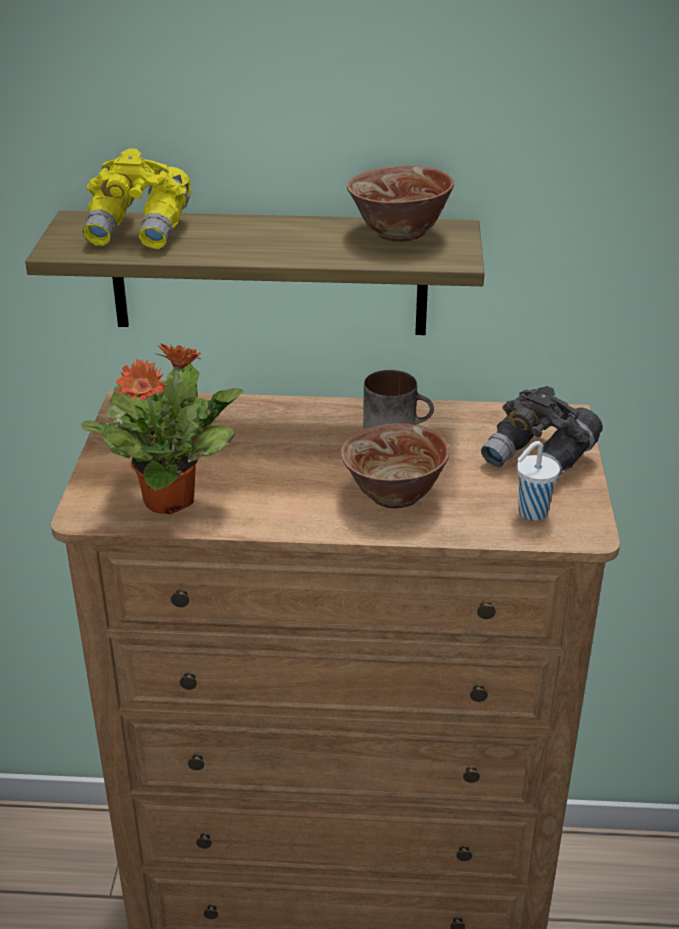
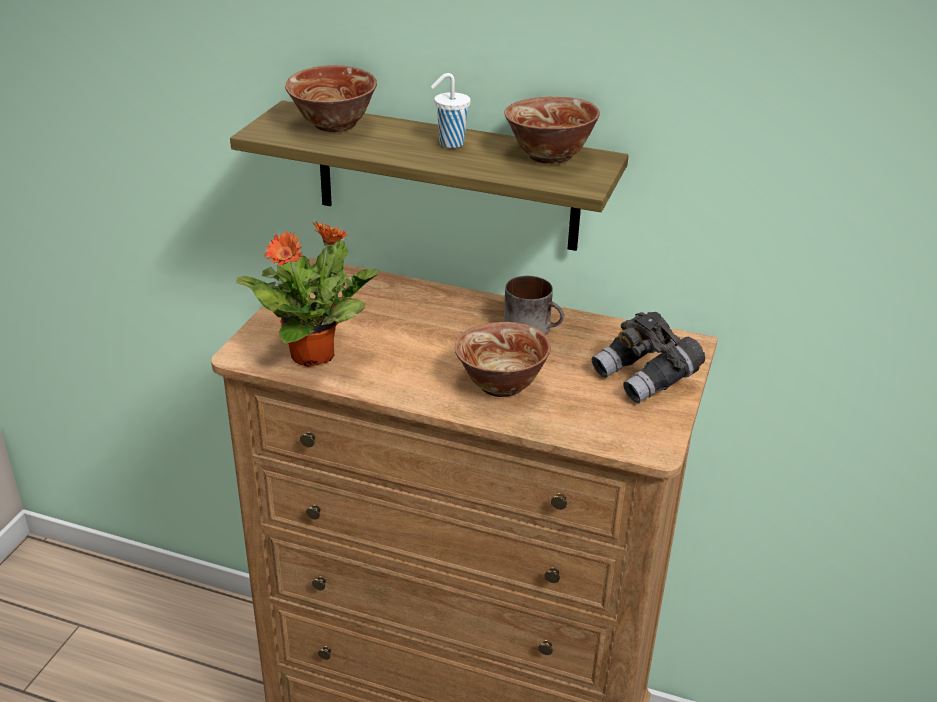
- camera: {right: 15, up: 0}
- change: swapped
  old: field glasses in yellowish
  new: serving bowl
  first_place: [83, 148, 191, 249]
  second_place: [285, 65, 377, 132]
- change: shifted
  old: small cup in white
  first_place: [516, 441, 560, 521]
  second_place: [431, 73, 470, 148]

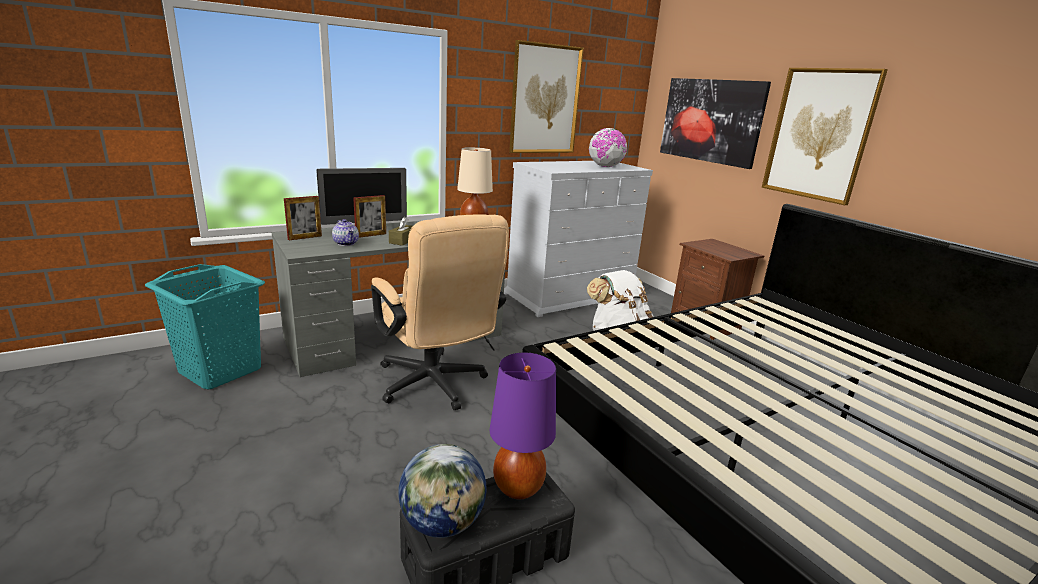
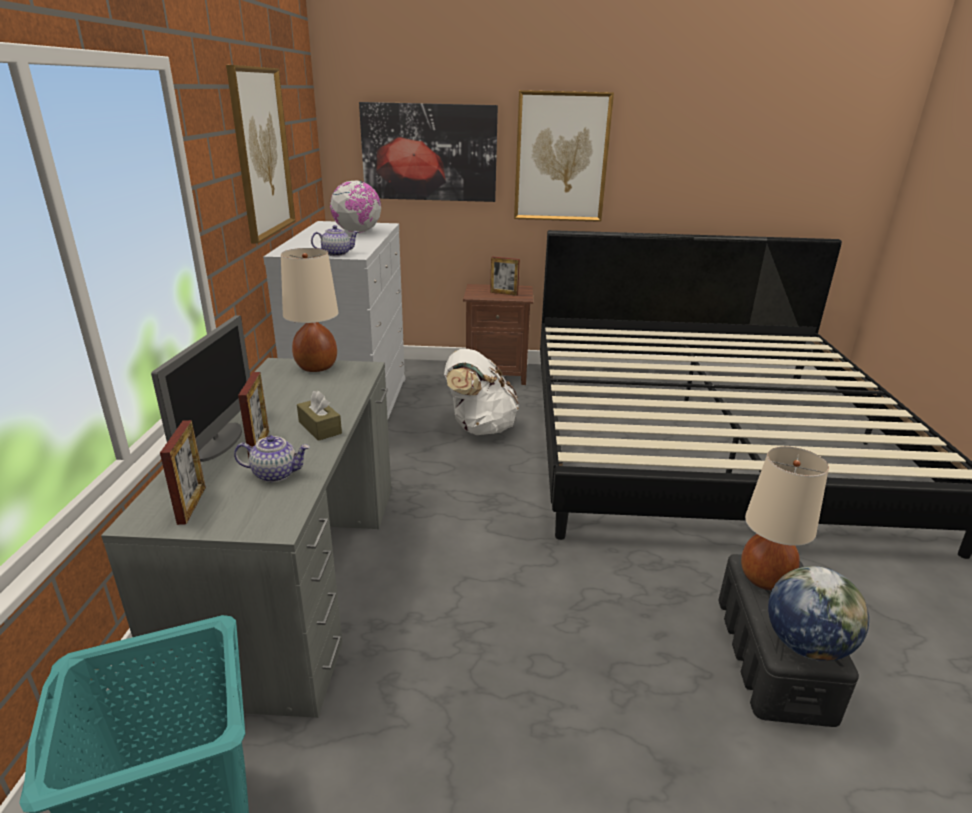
- camera: {right: -55, up: 5}
- change: gone
  old: office chair in beige-coloured
  first_place: [371, 214, 509, 410]
- change: repainted
  old: lamp for a table in purplish
  new: lamp for a table in beige-coloured
  first_place: [490, 352, 556, 499]
  second_place: [741, 446, 829, 590]
- change: new
  new: pot for tea
  second_place: [311, 225, 359, 256]
- change: new
  new: photo frame
  second_place: [490, 256, 520, 296]

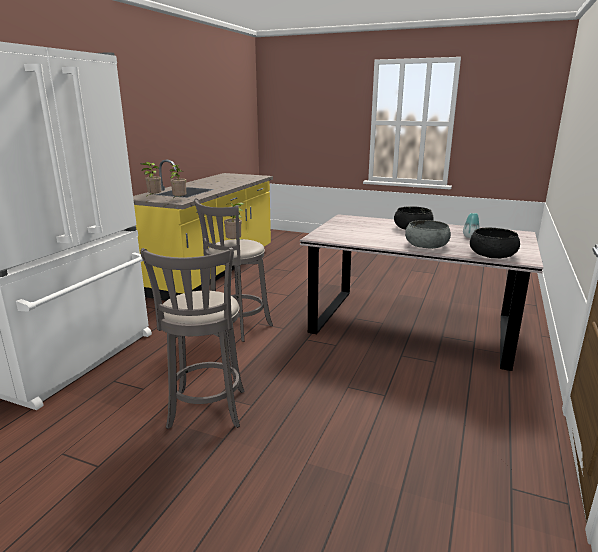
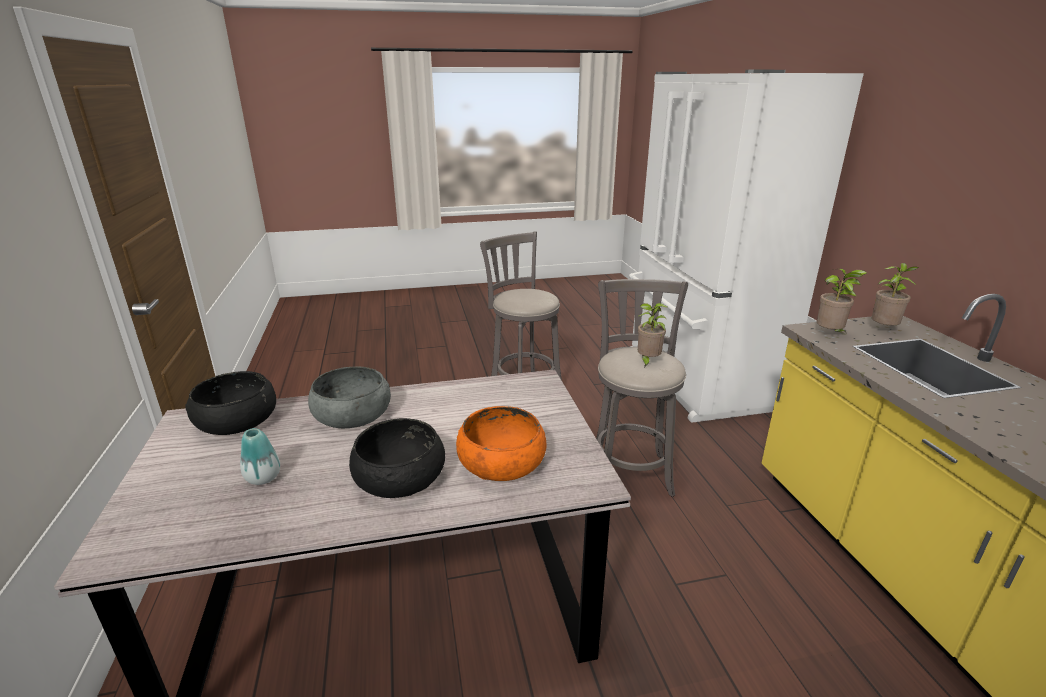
- camera: {right: 145, up: 5}
- change: new
  new: serving bowl in orangey
  second_place: [456, 406, 547, 481]

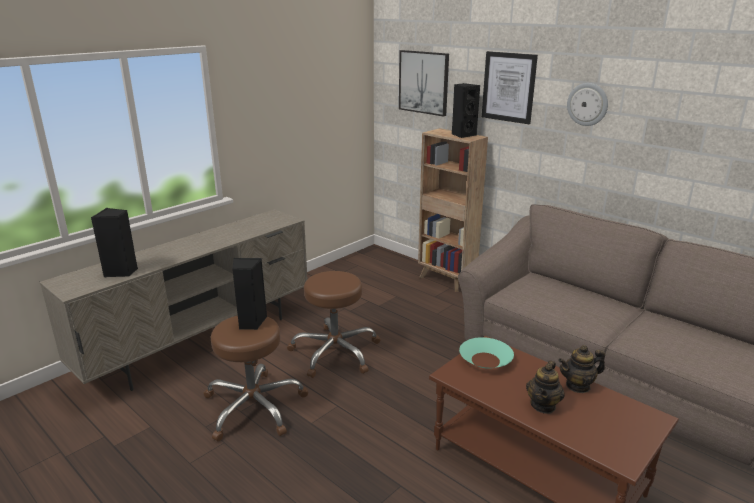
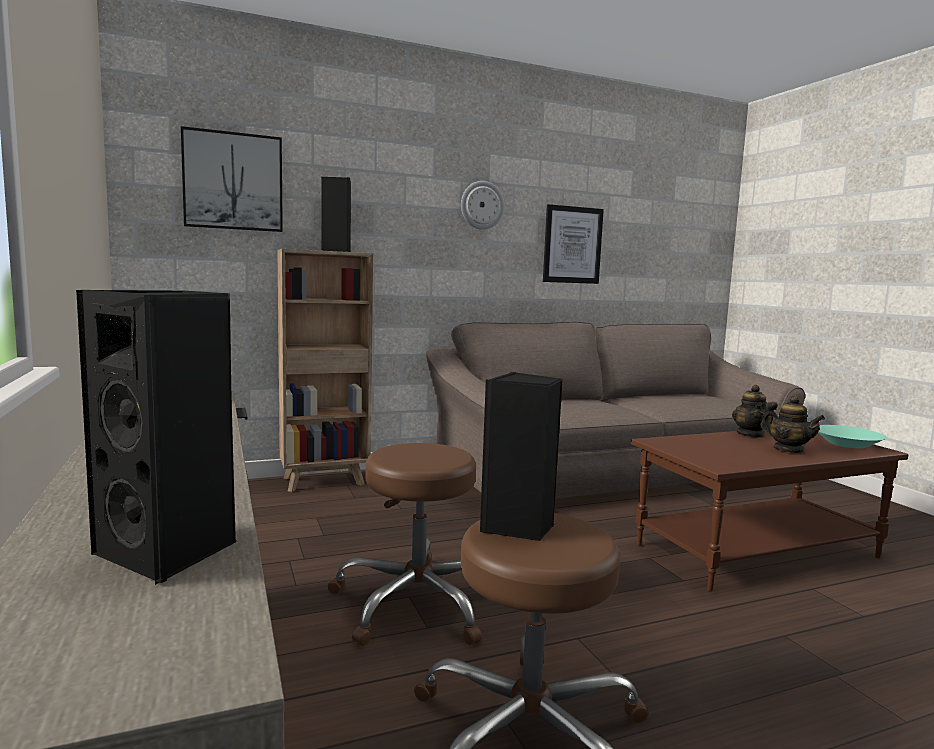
- camera: {right: -65, up: -15}
- change: shifted
  old: serving bowl in blue-green
  first_place: [459, 337, 514, 369]
  second_place: [818, 425, 887, 448]
- change: shifted
  old: wall art
  first_place: [482, 51, 538, 124]
  second_place: [543, 204, 604, 284]

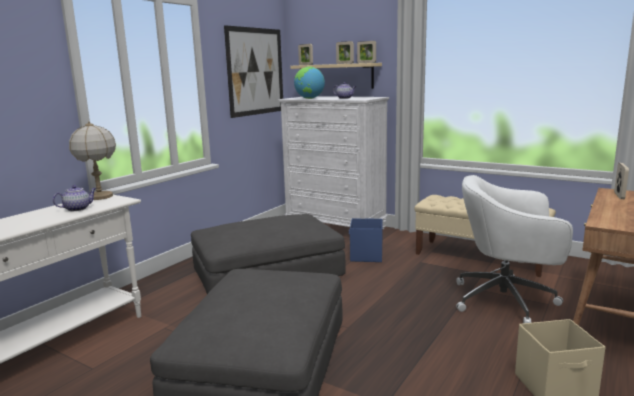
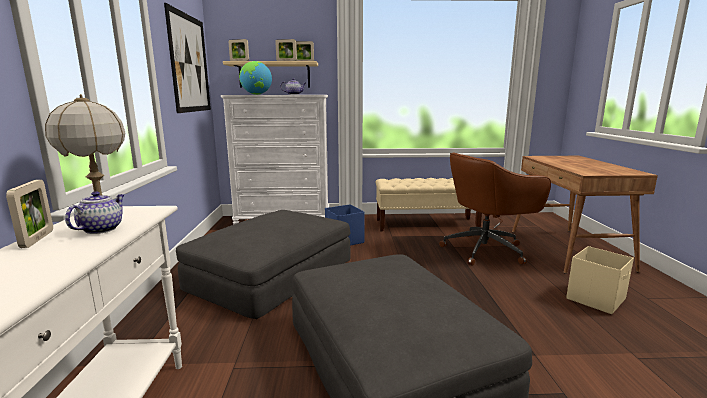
- camera: {right: -35, up: 0}
- change: repainted
  old: office chair in white
  new: office chair in brown-coloured
  first_place: [456, 175, 573, 323]
  second_place: [439, 153, 551, 266]
- change: shifted
  old: photo frame
  first_place: [614, 163, 629, 199]
  second_place: [6, 180, 53, 248]

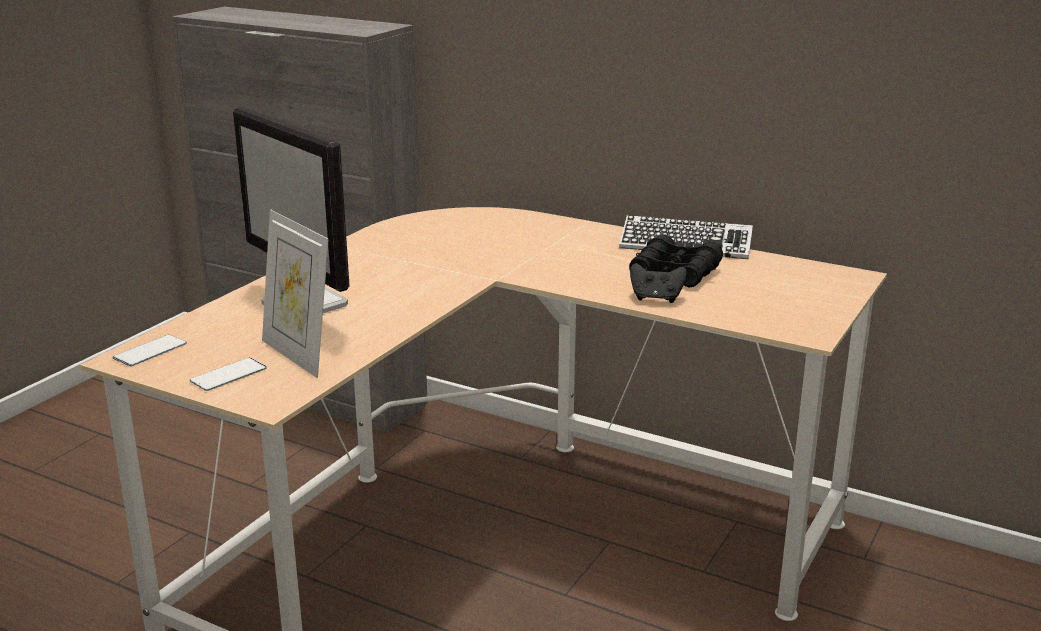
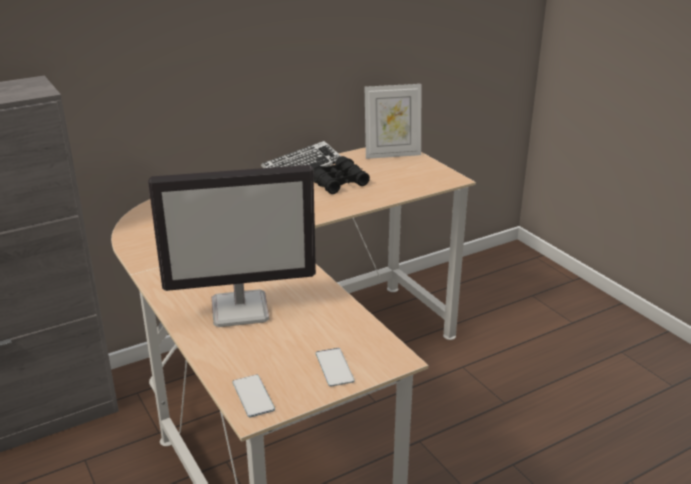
- camera: {right: -60, up: 5}
- change: shifted
  old: photo frame
  first_place: [262, 210, 329, 378]
  second_place: [365, 84, 421, 159]
- change: gone
  old: game controller in blackish
  first_place: [630, 263, 687, 303]

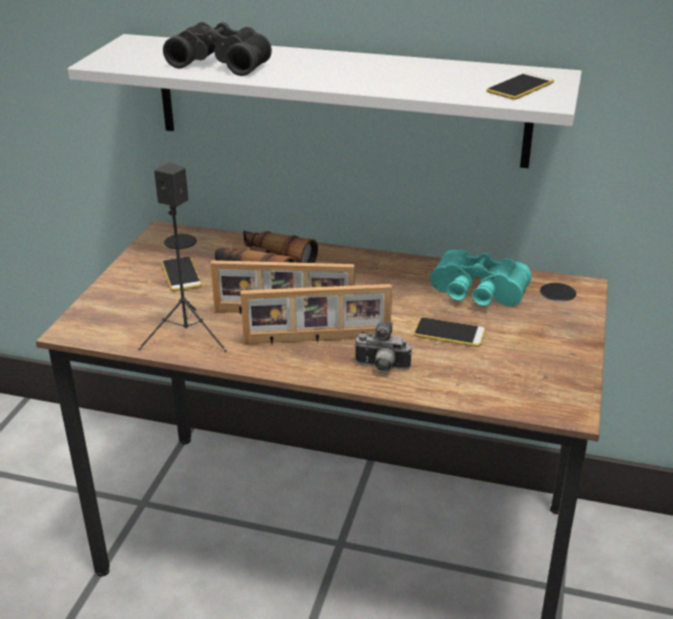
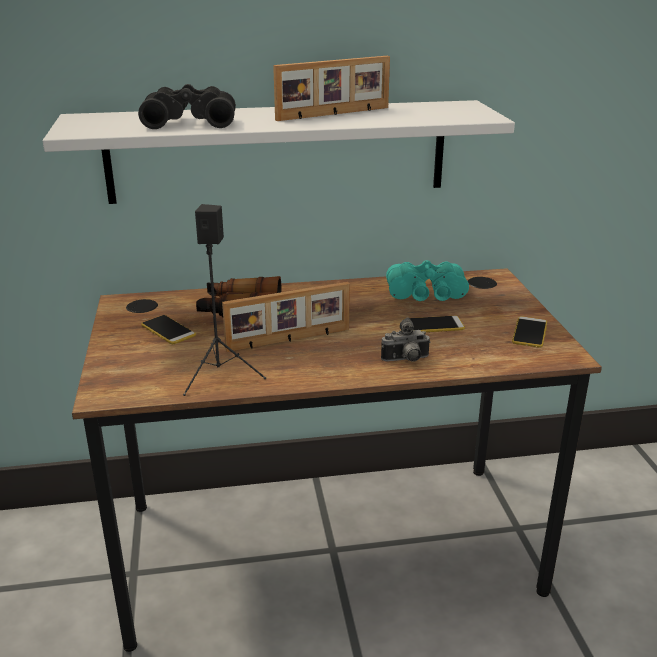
- camera: {right: -25, up: -5}
- change: shifted
  old: photo frame
  first_place: [240, 284, 392, 344]
  second_place: [273, 56, 390, 121]
- change: shifted
  old: telephone
  first_place: [487, 73, 554, 100]
  second_place: [512, 316, 547, 348]

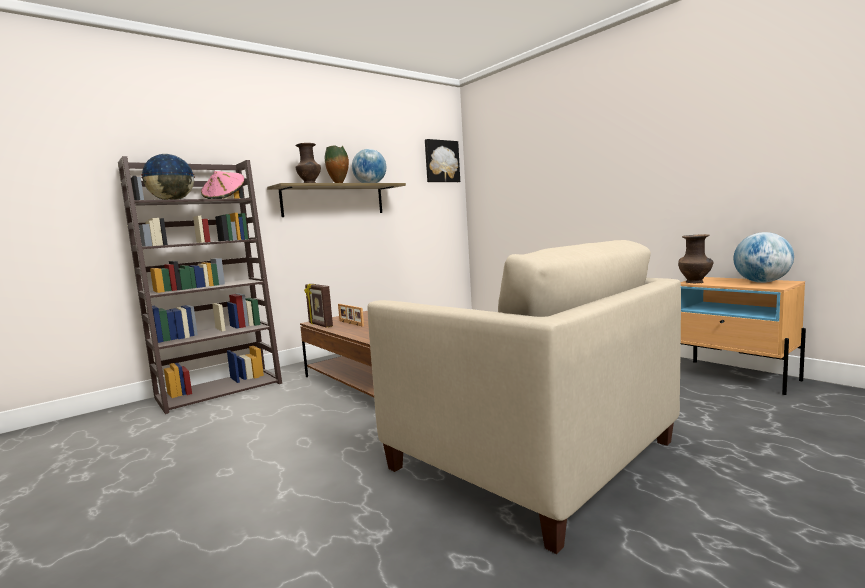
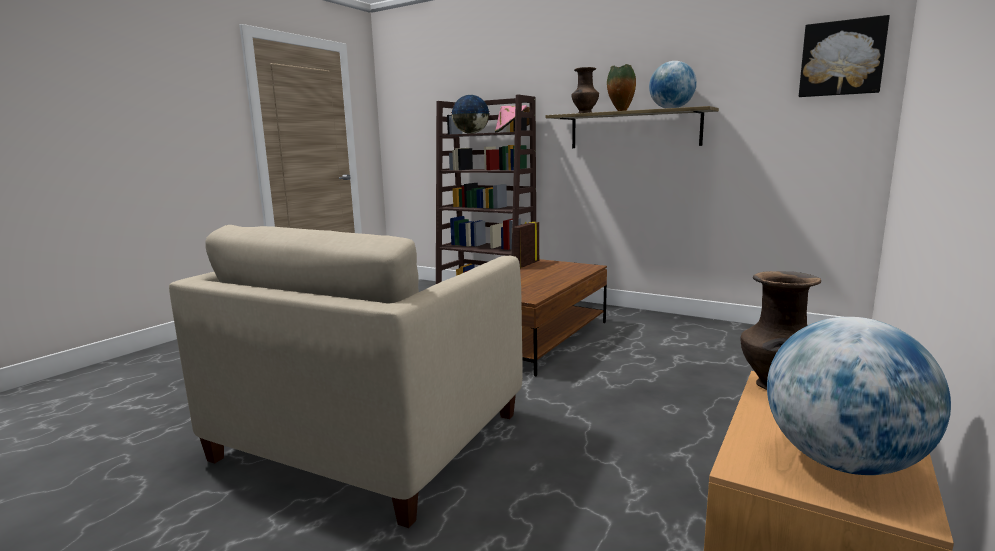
- camera: {right: 70, up: 5}
- change: gone
  old: photo frame
  first_place: [338, 304, 364, 327]

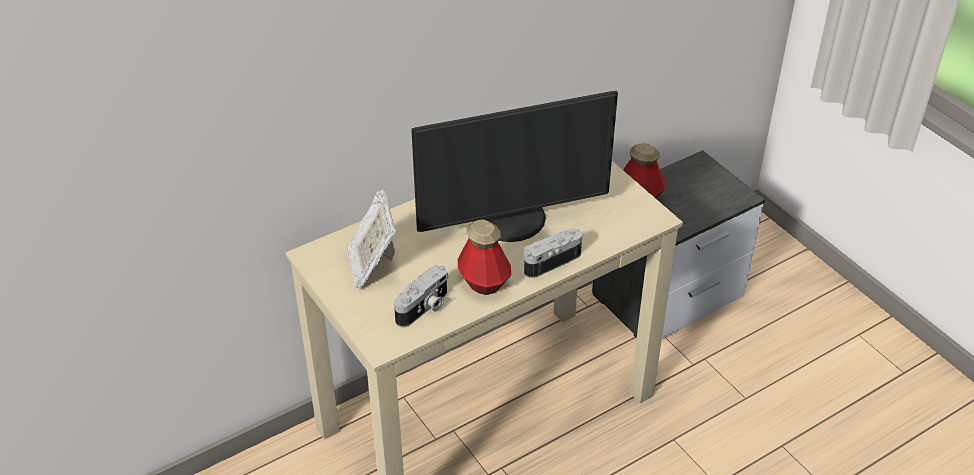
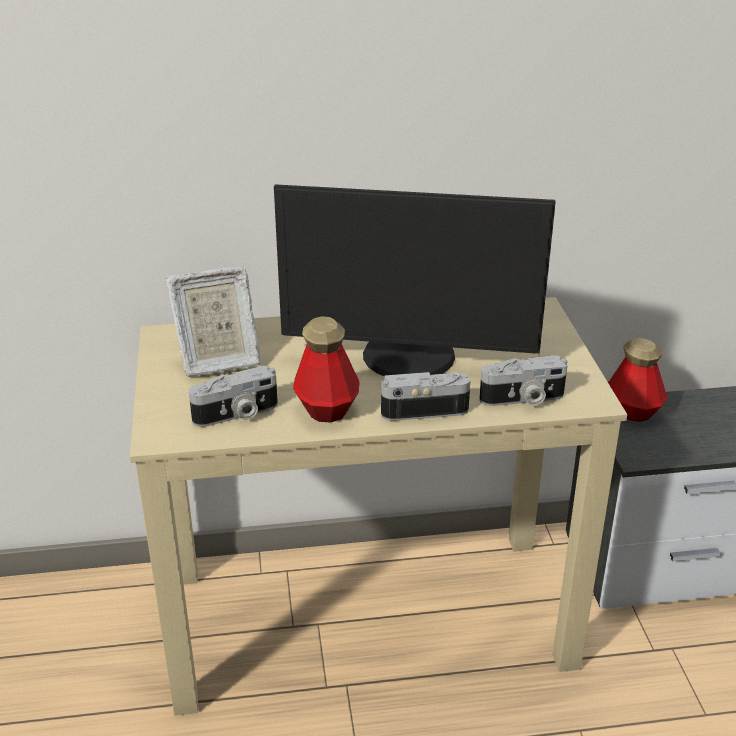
- camera: {right: 25, up: -10}
- change: rotated
  old: photo frame
  first_place: [347, 189, 396, 290]
  second_place: [165, 266, 261, 377]
  degrees: -120
- change: new
  new: still camera
  second_place: [479, 355, 567, 406]

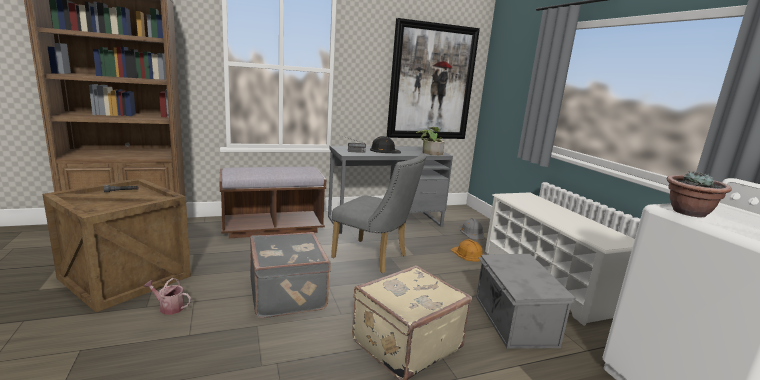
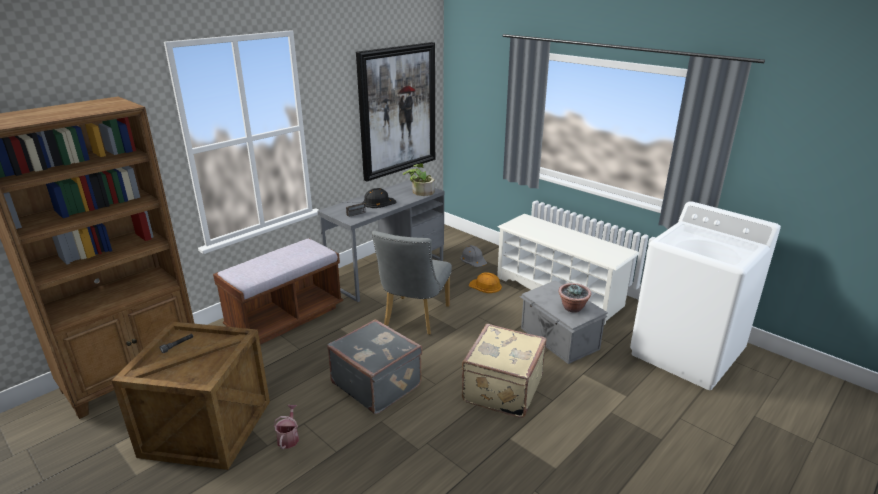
- camera: {right: -25, up: 10}
- change: rotated
  old: watering pot
  first_place: [143, 278, 191, 315]
  second_place: [274, 405, 299, 449]
  degrees: 105
- change: rotated
  old: chair in greyish
  first_place: [331, 154, 426, 273]
  second_place: [372, 231, 452, 335]
  degrees: 105
- change: shifted
  old: houseplant
  first_place: [667, 171, 732, 217]
  second_place: [558, 283, 591, 313]

